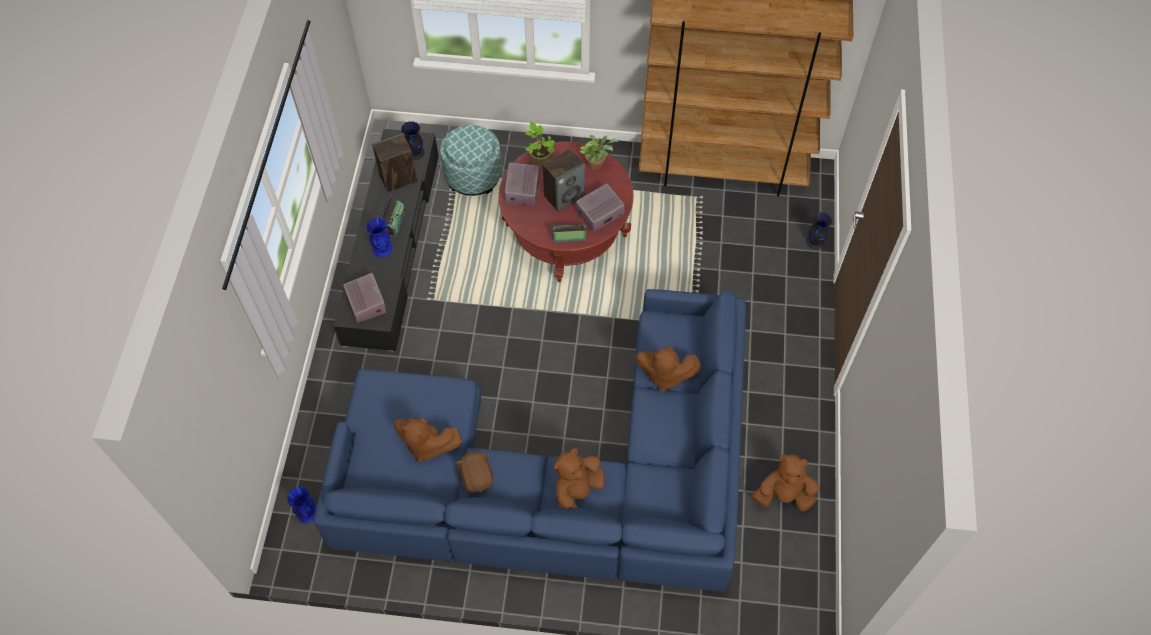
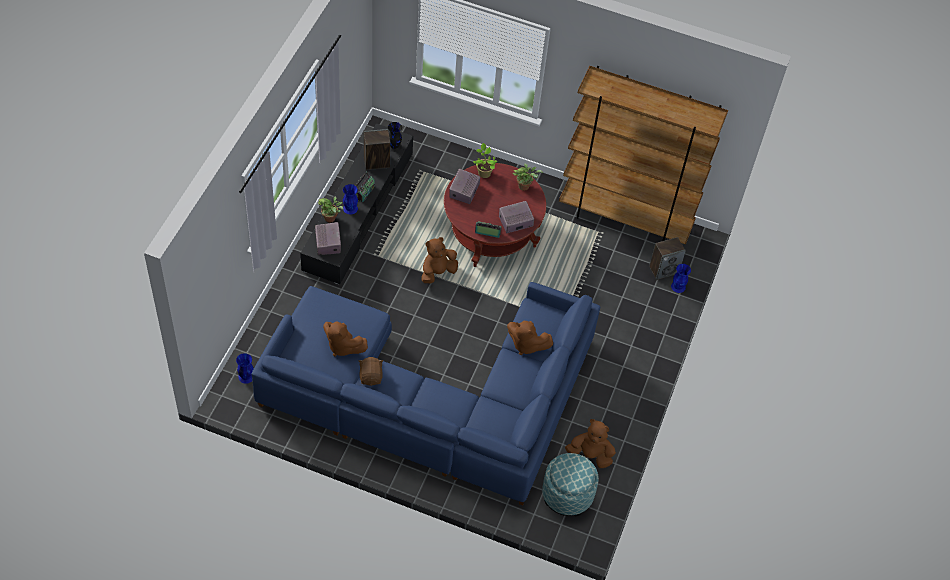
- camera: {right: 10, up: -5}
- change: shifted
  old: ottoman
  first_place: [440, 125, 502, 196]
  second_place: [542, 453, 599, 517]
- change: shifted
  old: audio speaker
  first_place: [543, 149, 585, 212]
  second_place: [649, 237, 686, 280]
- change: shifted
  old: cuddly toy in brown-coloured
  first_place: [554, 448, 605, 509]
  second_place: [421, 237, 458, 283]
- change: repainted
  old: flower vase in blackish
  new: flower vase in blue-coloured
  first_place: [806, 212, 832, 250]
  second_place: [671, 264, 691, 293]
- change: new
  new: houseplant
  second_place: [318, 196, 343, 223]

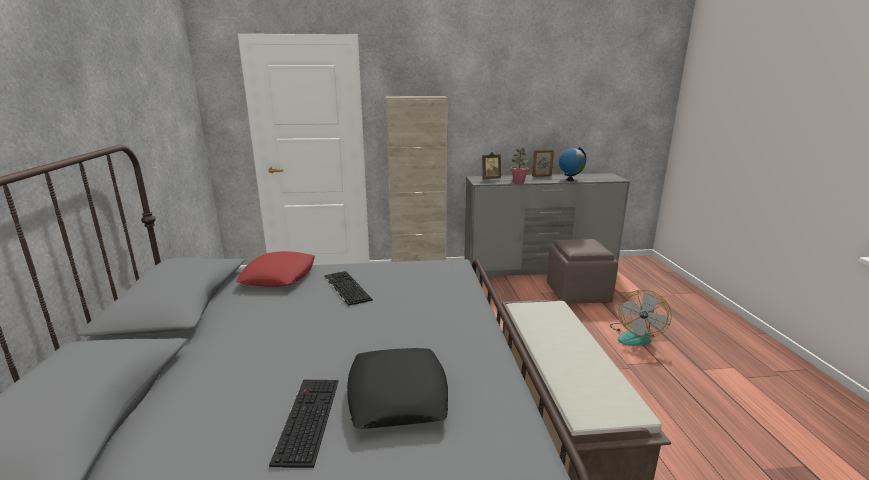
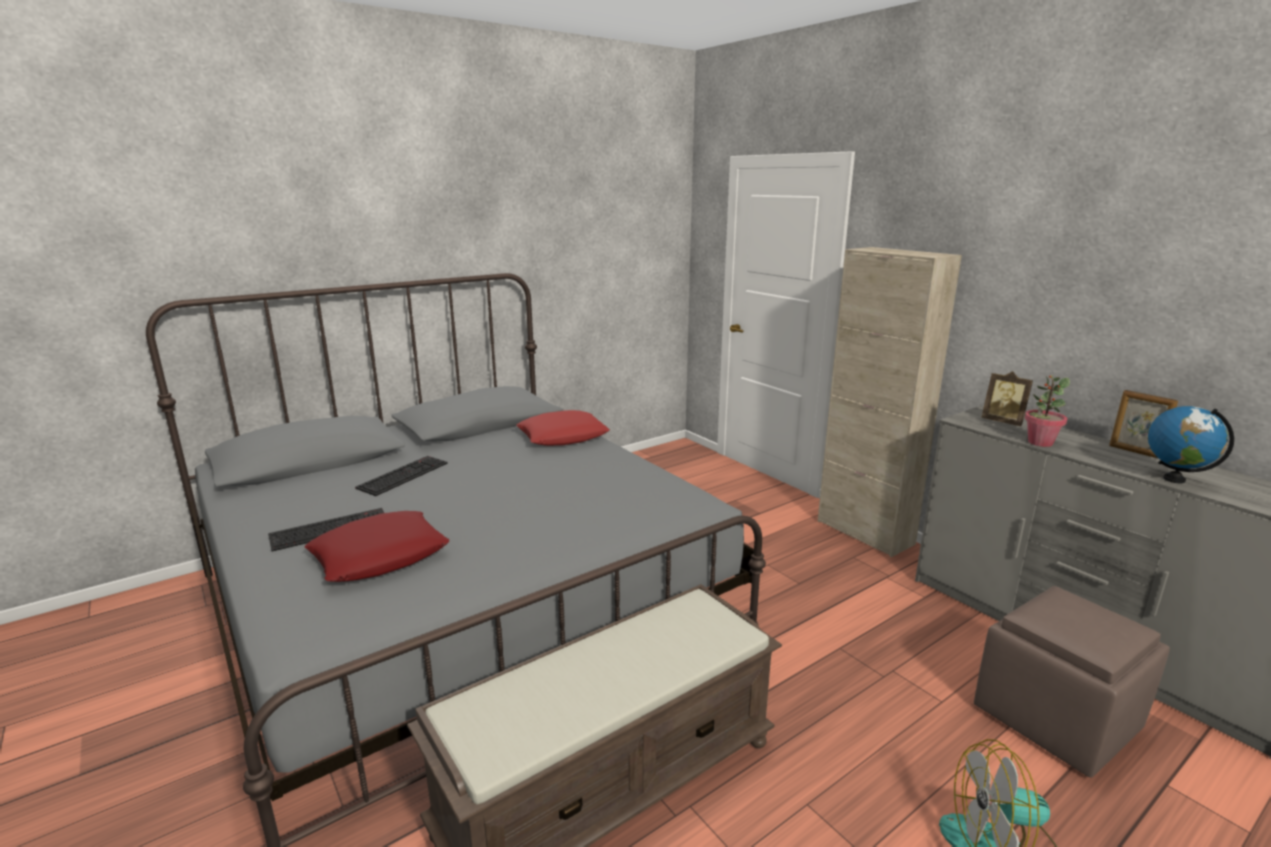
- camera: {right: 60, up: 0}
- change: shifted
  old: keyboard
  first_place: [325, 271, 373, 306]
  second_place: [355, 456, 448, 496]
- change: repainted
  old: pillow in blackish
  new: pillow in reddish
  first_place: [347, 348, 448, 429]
  second_place: [304, 511, 449, 582]

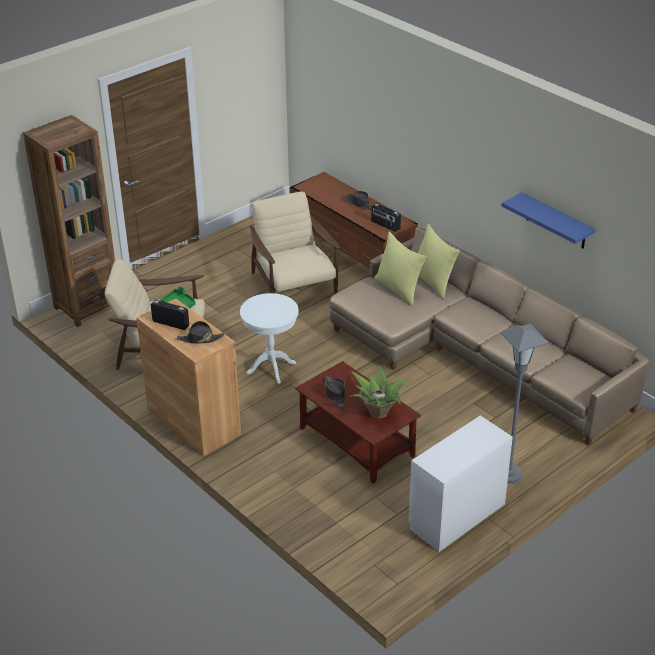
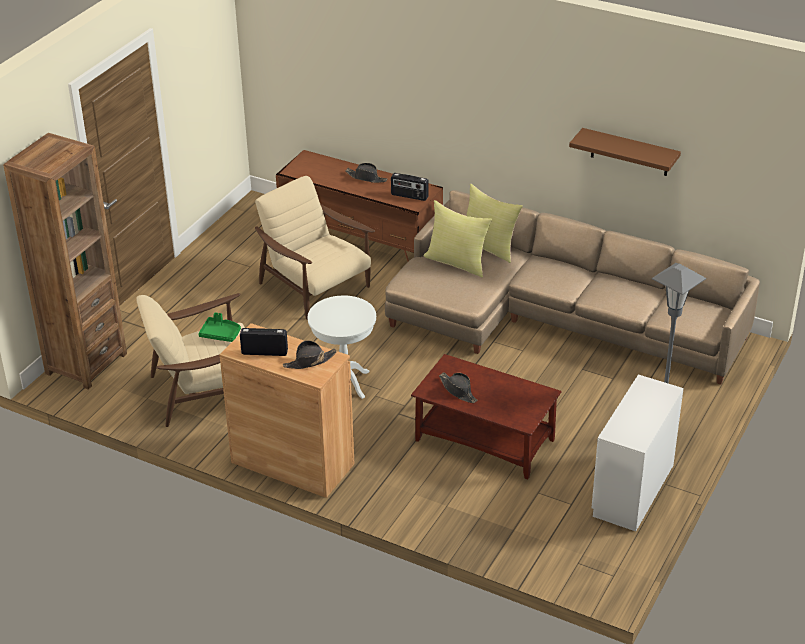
- camera: {right: -20, up: 0}
- change: gone
  old: houseplant
  first_place: [351, 365, 410, 419]
- change: repainted
  old: shelf in blue-coloured
  new: shelf in brown-coloured
  first_place: [502, 192, 596, 249]
  second_place: [569, 128, 681, 176]

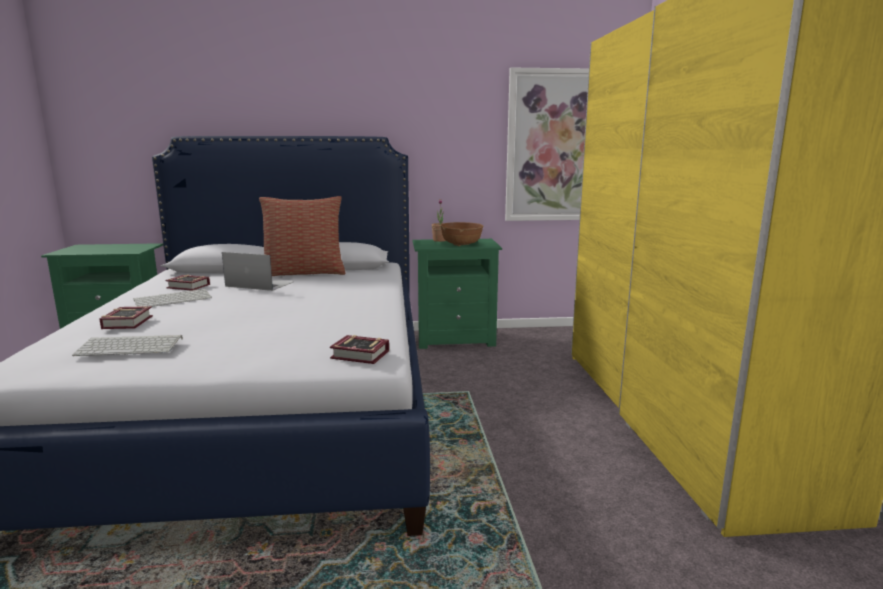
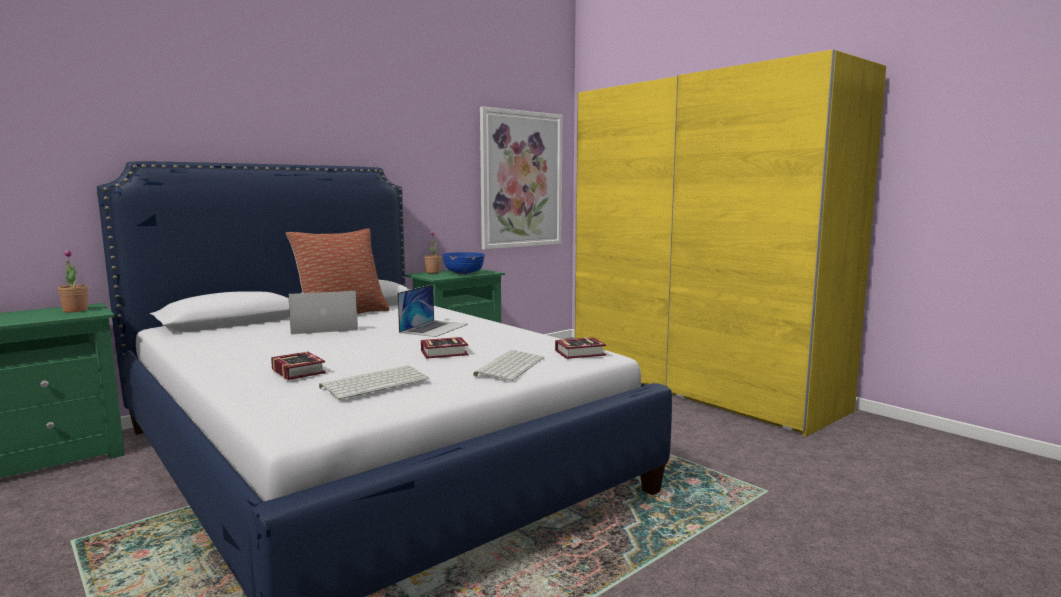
- camera: {right: -35, up: -5}
- change: shifted
  old: keyboard
  first_place: [133, 289, 212, 307]
  second_place: [473, 350, 544, 381]
- change: shifted
  old: book
  first_place: [165, 275, 210, 291]
  second_place: [421, 337, 468, 359]
- change: repainted
  old: serving bowl in brown-coloured
  new: serving bowl in blue-coloured
  first_place: [440, 222, 483, 246]
  second_place: [442, 252, 485, 275]
- change: new
  new: houseplant
  second_place: [58, 249, 88, 312]
- change: new
  new: laptop
  second_place: [398, 284, 468, 337]

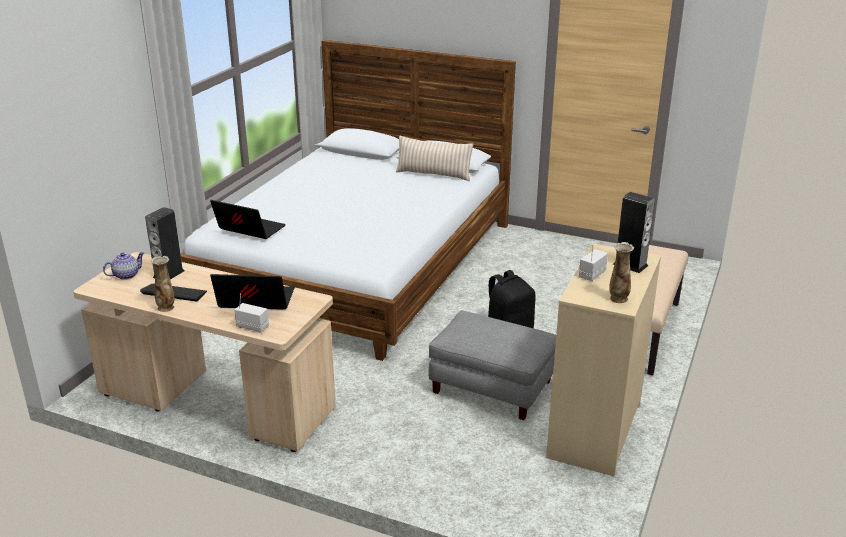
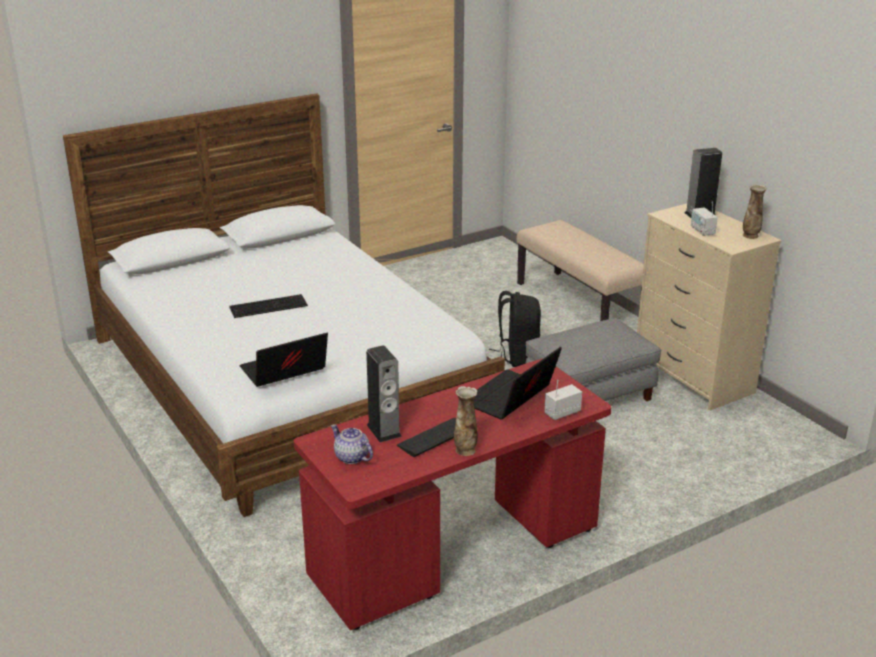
- camera: {right: -55, up: 0}
- change: repainted
  old: desk unit in beige-coloured
  new: desk unit in reddish
  first_place: [73, 252, 336, 452]
  second_place: [294, 359, 612, 630]
- change: rotated
  old: pot for tea
  first_place: [103, 252, 144, 280]
  second_place: [331, 425, 373, 464]
  degrees: -45
- change: gone
  old: pillow in beige-coloured
  first_place: [396, 136, 473, 181]
- change: new
  new: keyboard
  second_place: [229, 294, 308, 318]

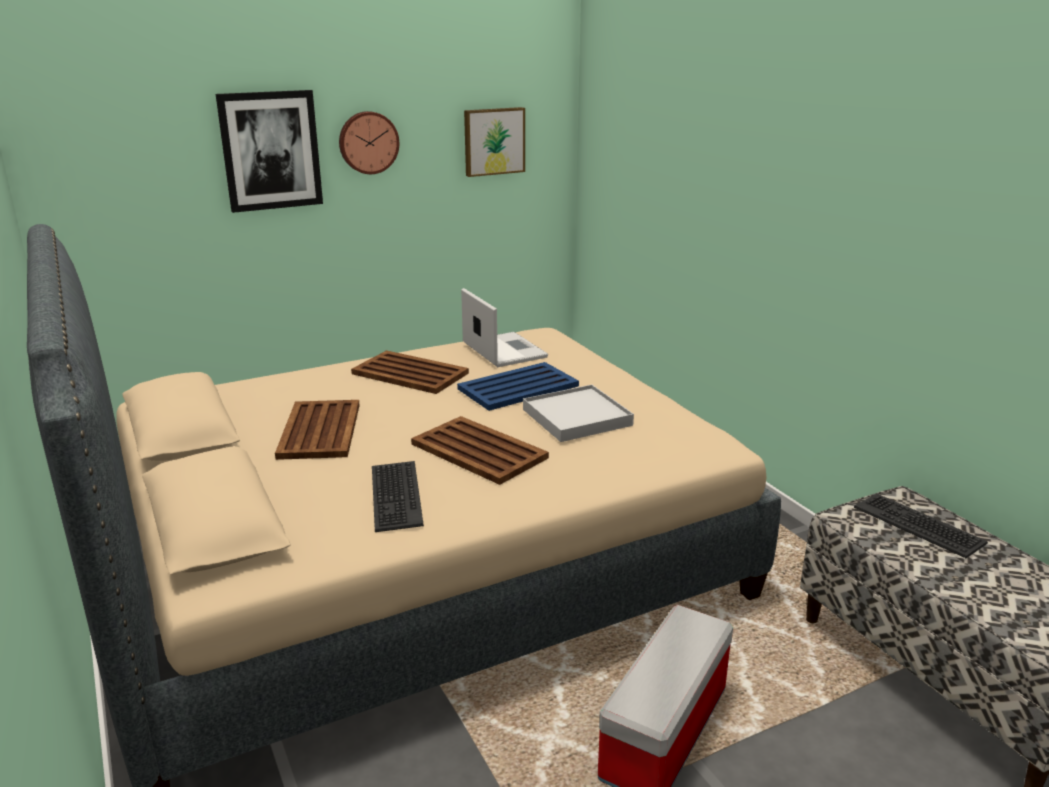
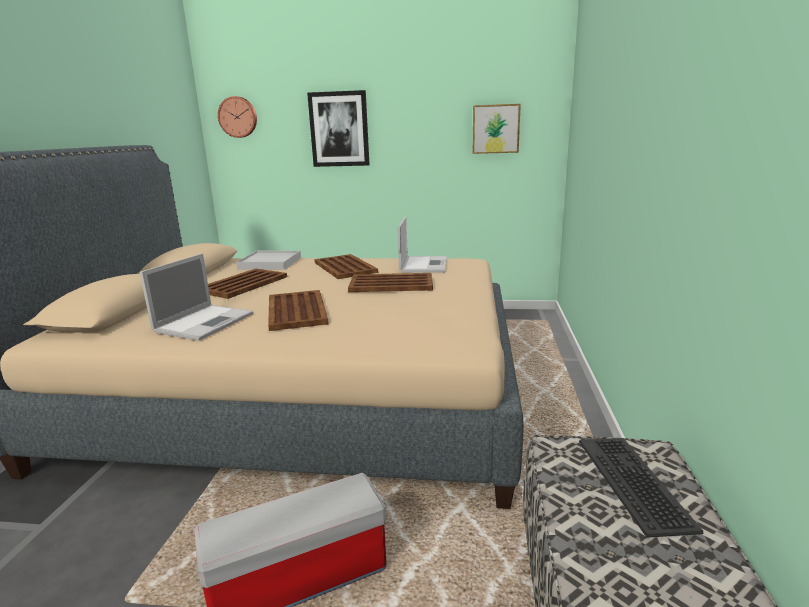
- camera: {right: 35, up: -5}
- change: shifted
  old: clock on the wall
  first_place: [339, 111, 399, 174]
  second_place: [218, 96, 257, 138]
- change: swapped
  old: keyboard
  new: laptop
  first_place: [372, 461, 424, 532]
  second_place: [140, 253, 253, 341]
- change: repainted
  old: carrying tray in blue-coloured
  new: carrying tray in brown-coloured
  first_place: [457, 362, 579, 411]
  second_place: [348, 273, 433, 292]
- change: shifted
  old: carrying tray in white
  first_place: [523, 385, 634, 442]
  second_place: [236, 251, 301, 270]

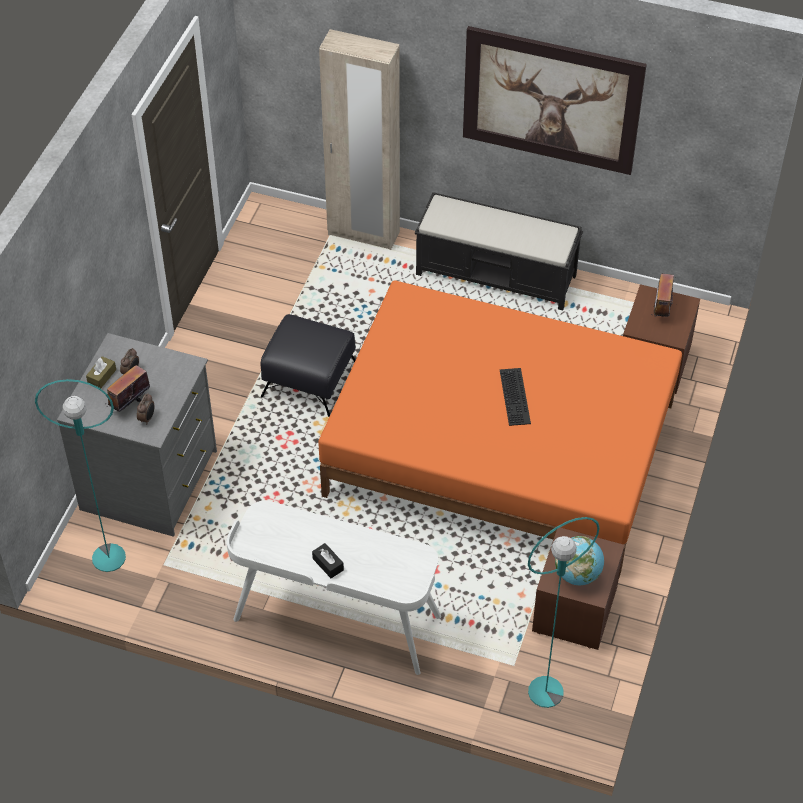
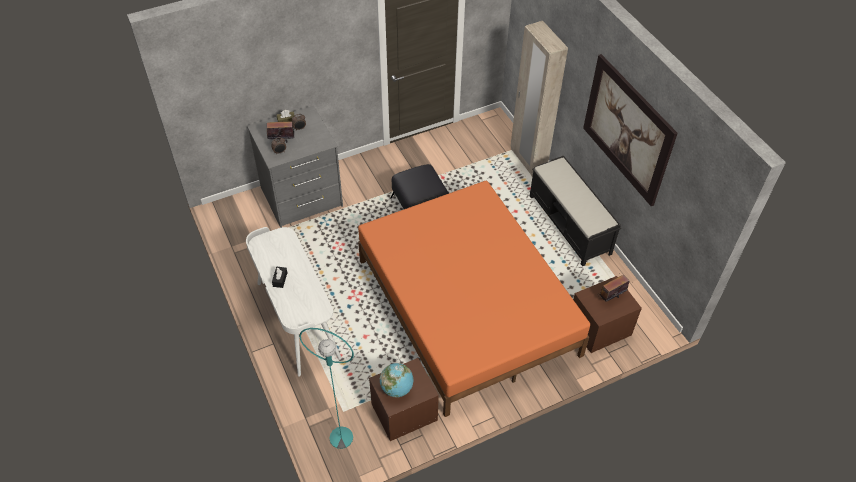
- camera: {right: 45, up: 0}
- change: gone
  old: standing lamp in blue-green
  first_place: [35, 379, 126, 572]
- change: gone
  old: keyboard
  first_place: [500, 368, 531, 426]

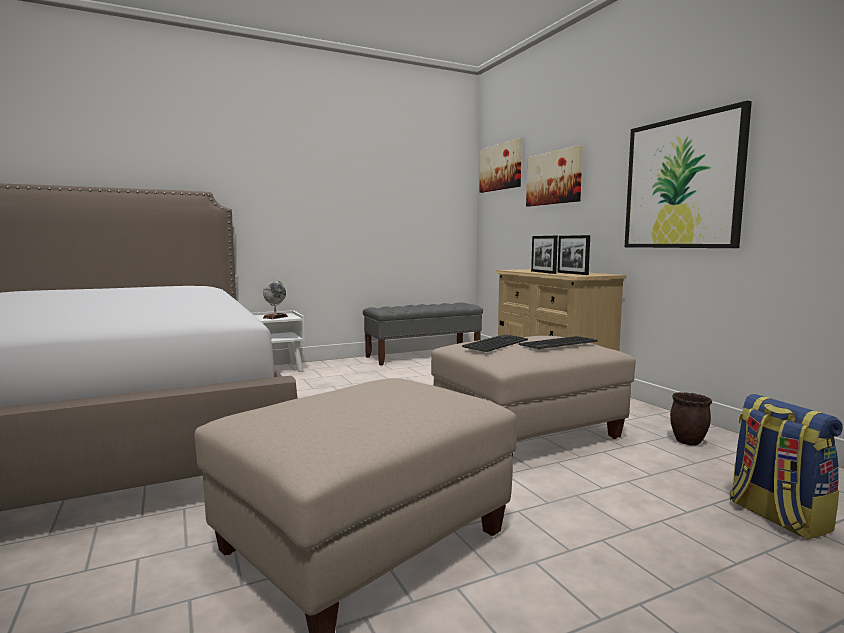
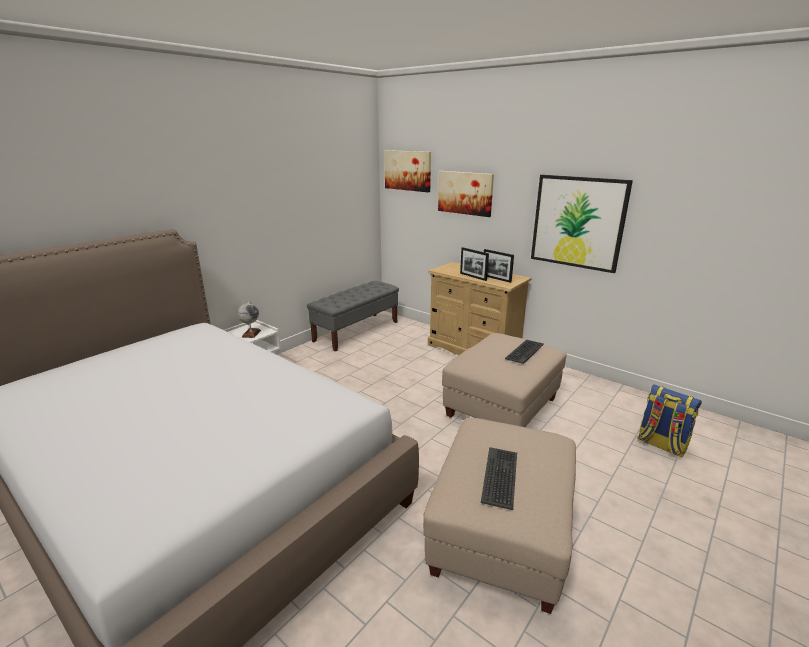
- camera: {right: -25, up: 15}
- change: shifted
  old: keyboard
  first_place: [462, 334, 528, 352]
  second_place: [481, 447, 517, 510]
- change: gone
  old: planter in brown-coloured
  first_place: [670, 392, 712, 446]

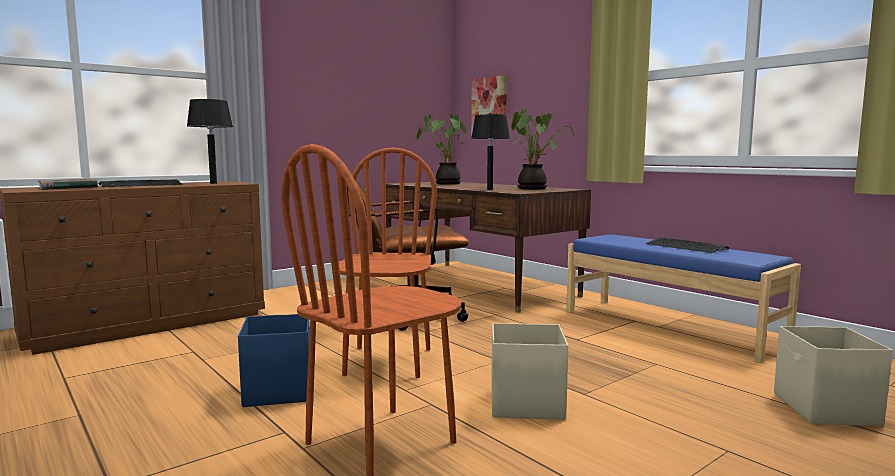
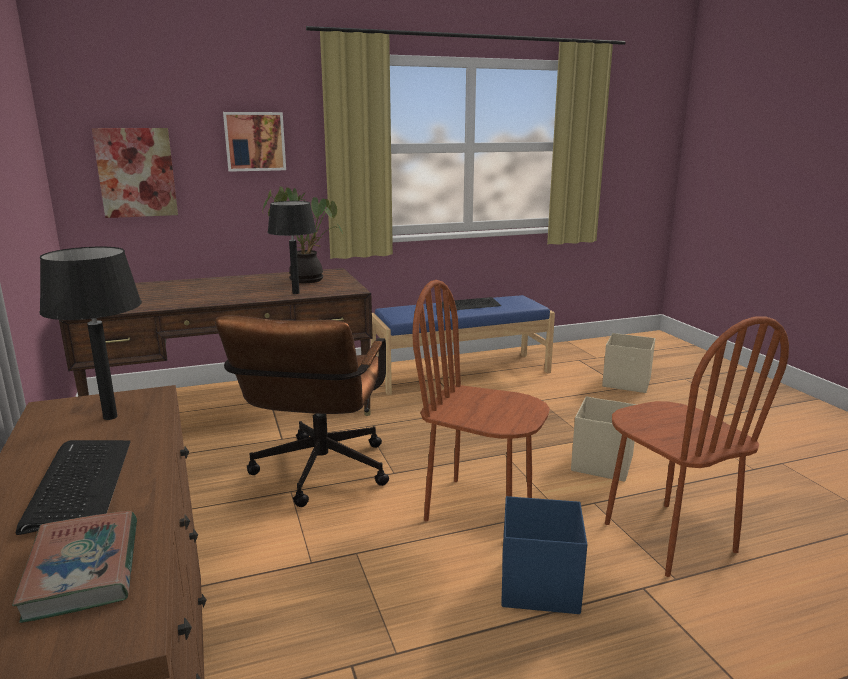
- camera: {right: -70, up: 10}
- change: gone
  old: houseplant
  first_place: [416, 114, 467, 185]
- change: new
  new: wall art
  second_place: [223, 112, 286, 172]

